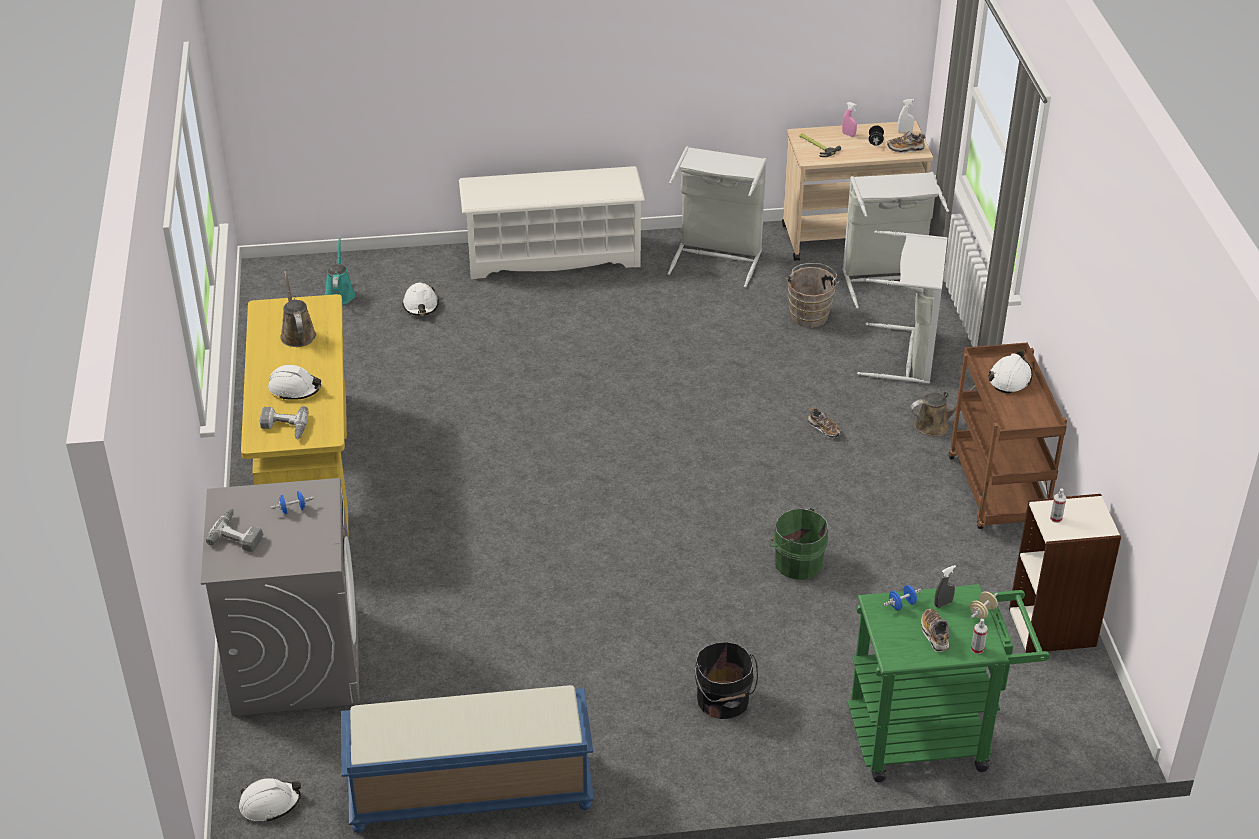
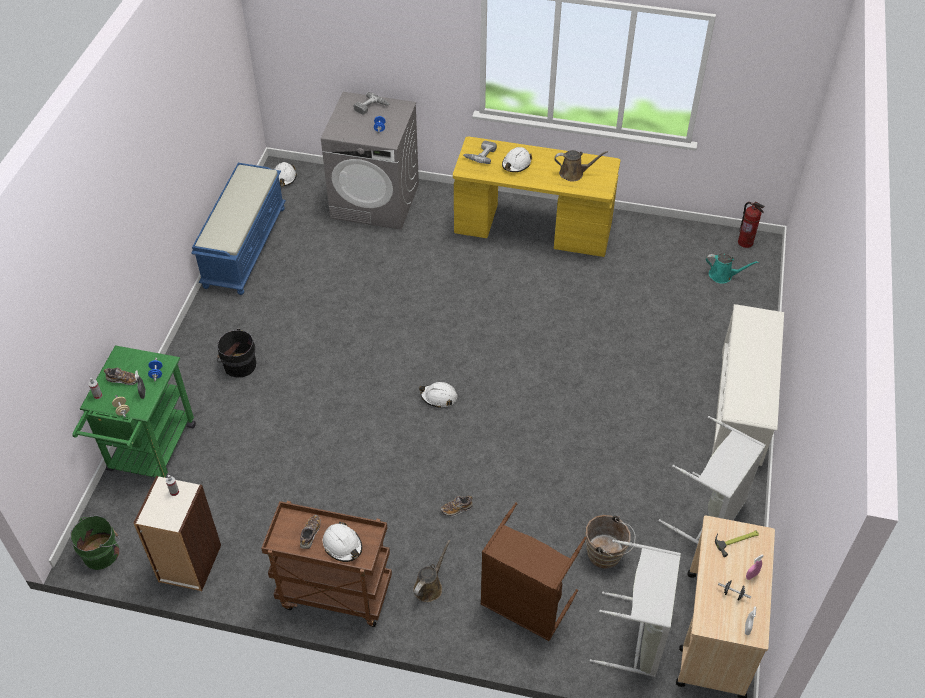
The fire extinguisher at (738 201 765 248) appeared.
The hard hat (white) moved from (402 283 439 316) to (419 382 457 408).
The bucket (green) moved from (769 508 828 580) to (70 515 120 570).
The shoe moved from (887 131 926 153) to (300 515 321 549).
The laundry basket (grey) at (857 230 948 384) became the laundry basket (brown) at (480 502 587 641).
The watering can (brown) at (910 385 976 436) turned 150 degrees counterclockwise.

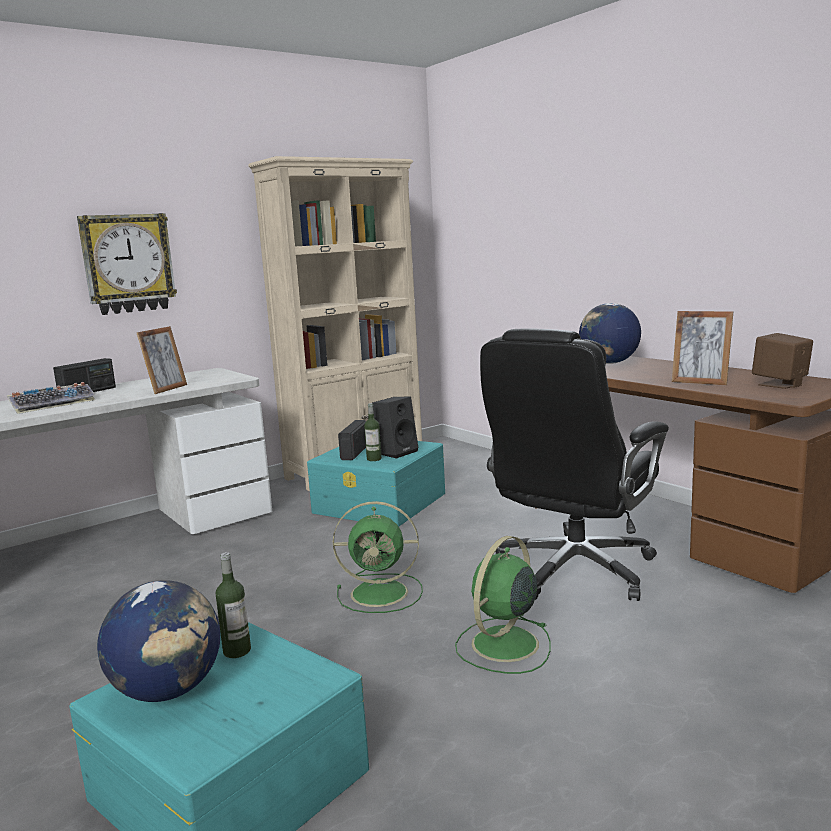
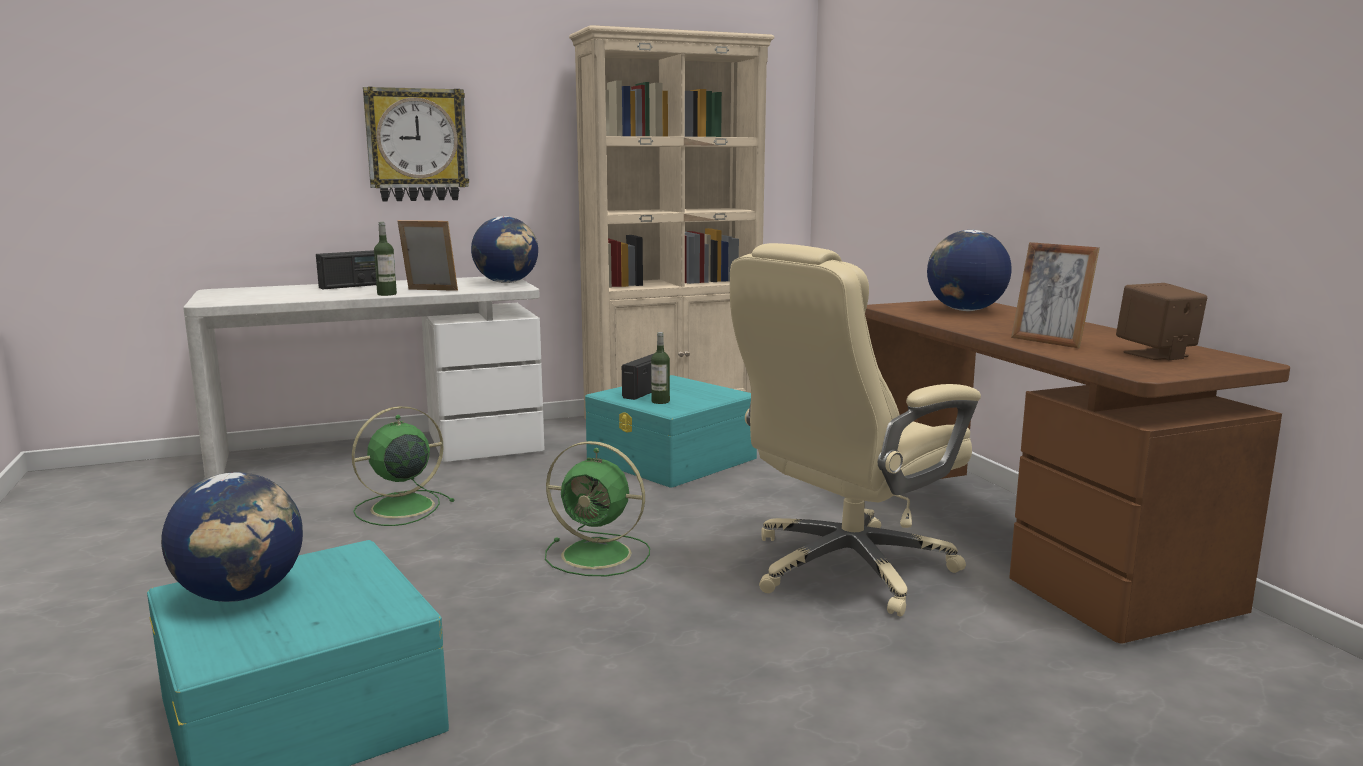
The keyboard at (7 382 95 414) disappeared.
The speaker (black) at (372 397 418 459) disappeared.
The globe at (471 216 538 283) appeared.
The bottle moved from (216 552 251 658) to (374 222 397 296).
The fan (green) moved from (455 536 551 674) to (352 406 455 526).
The office chair (black) at (480 329 669 601) became the office chair (beige) at (730 243 981 617).
The picture frame at (137 326 187 394) turned 120 degrees counterclockwise.

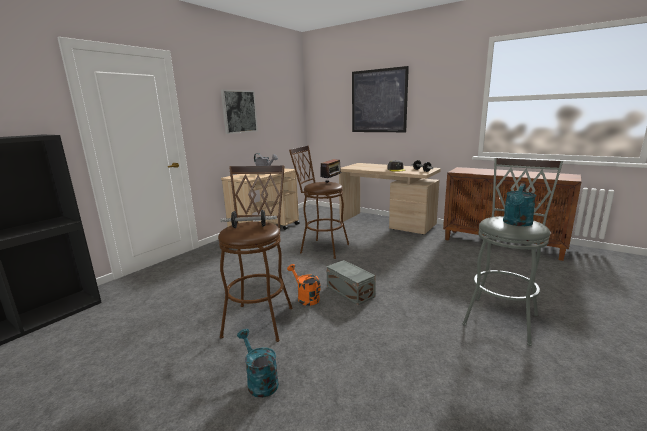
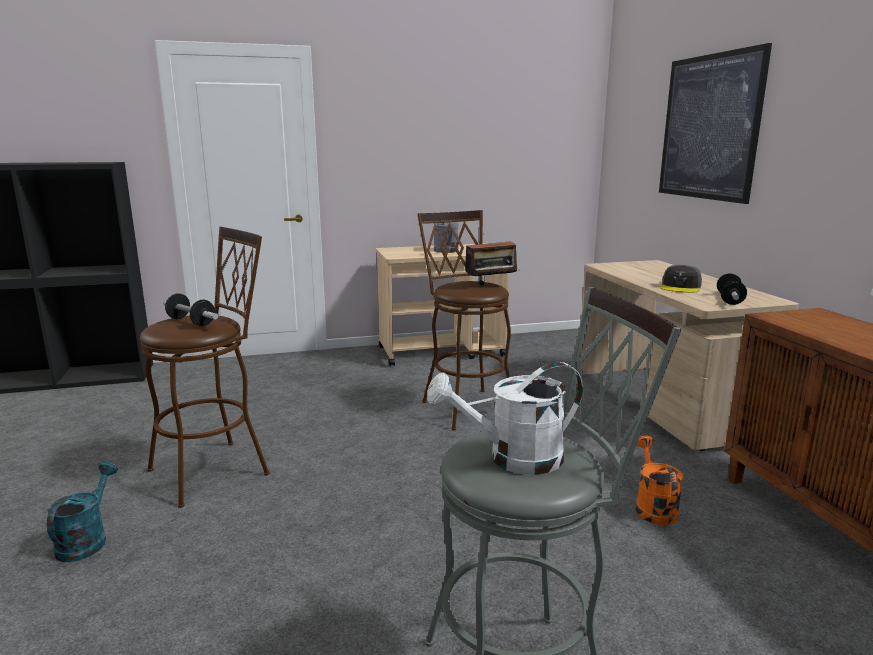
The picture at (221 90 258 134) disappeared.
The storage box (grey) at (326 260 376 305) disappeared.
The watering can (orange) moved from (287 264 321 306) to (636 436 683 525).
The watering can (turquoise) at (503 183 536 226) became the watering can (white) at (427 362 583 475).

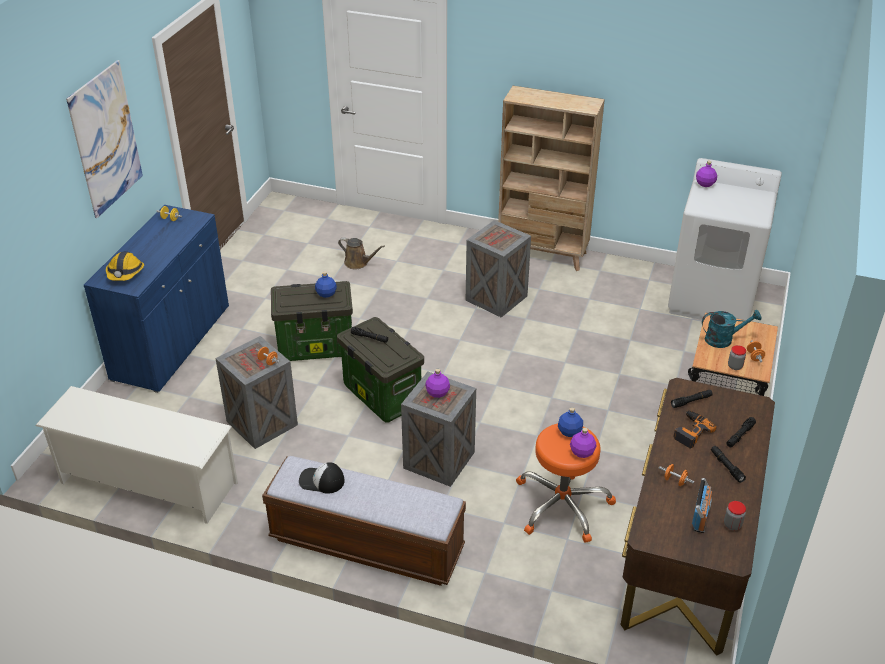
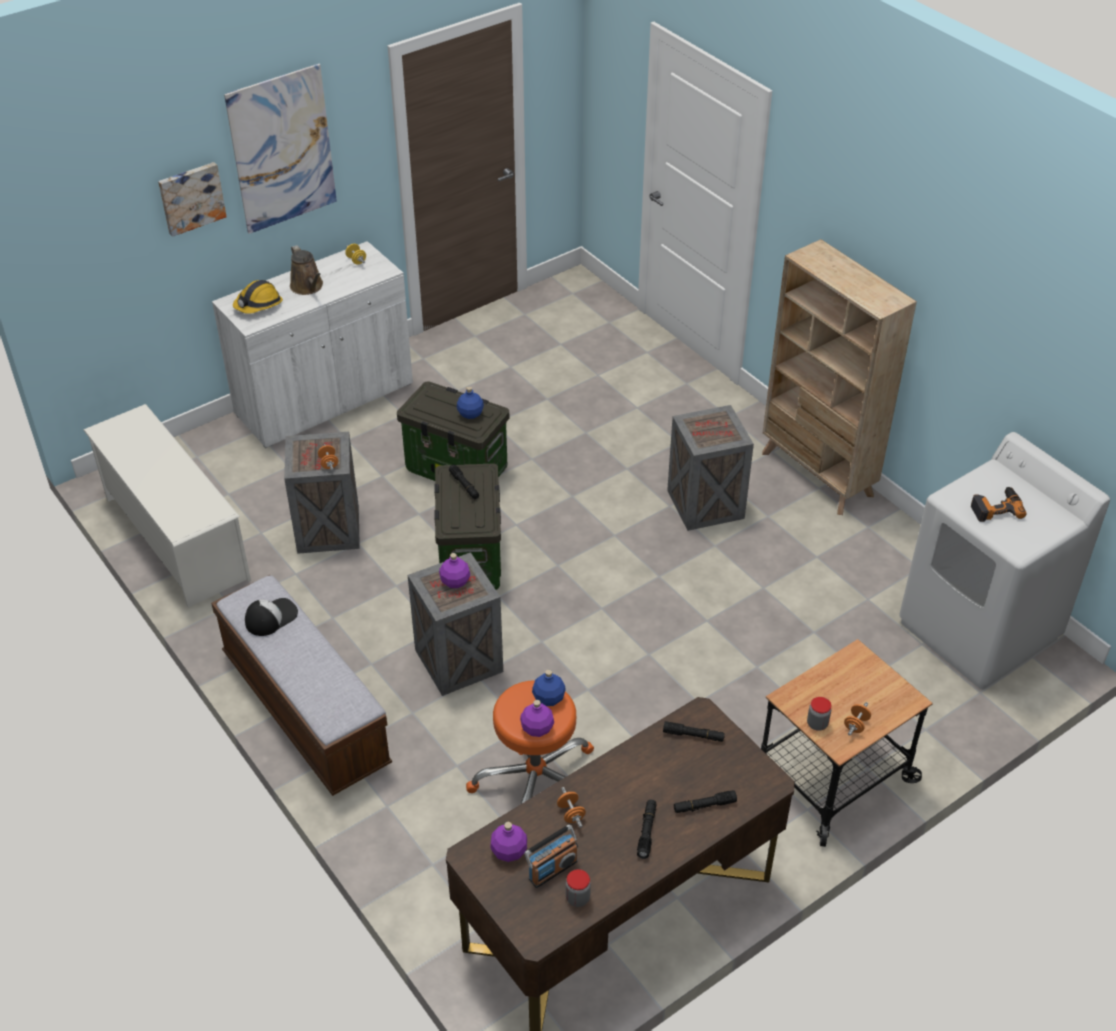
The watering can (turquoise) at (702 310 762 348) disappeared.
The picture at (158 162 227 237) appeared.
The watering can (brown) moved from (338 237 385 269) to (290 245 323 295).
The power drill moved from (673 411 717 448) to (971 487 1027 522).
The bottle (purple) moved from (696 161 717 187) to (490 822 527 862).
The cabinet (blue) at (84 205 229 393) became the cabinet (white) at (212 241 413 448).
The cap at (299 462 345 494) turned 90 degrees clockwise.

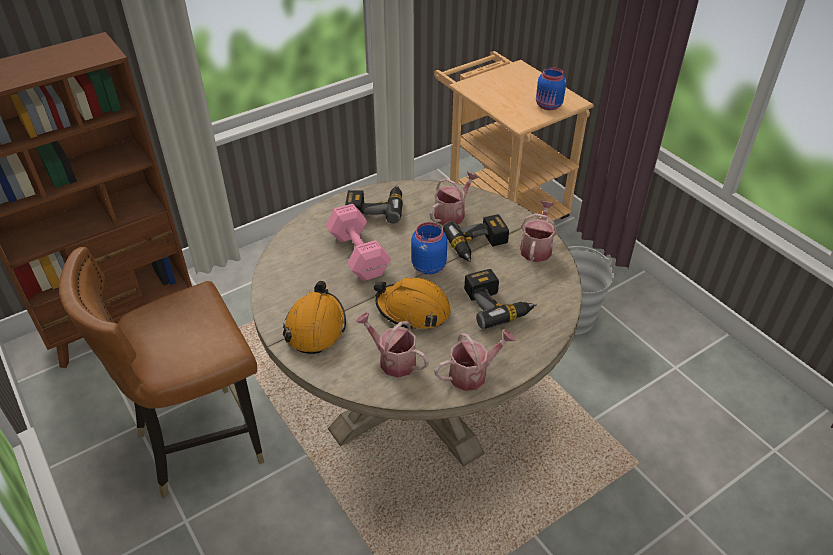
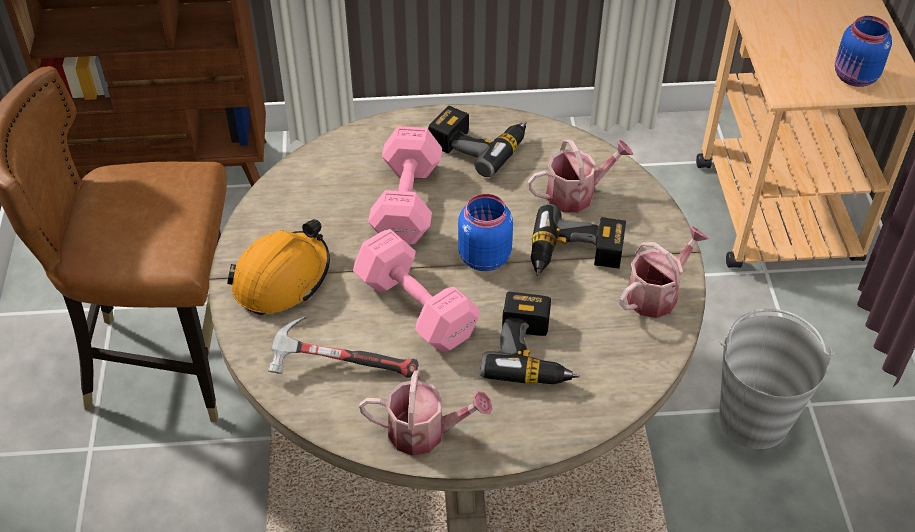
The watering can at (355 312 429 377) was replaced by the hammer at (268 316 418 378).
The hard hat (orange) at (374 277 451 329) was replaced by the dumbbell (pink) at (353 229 480 352).

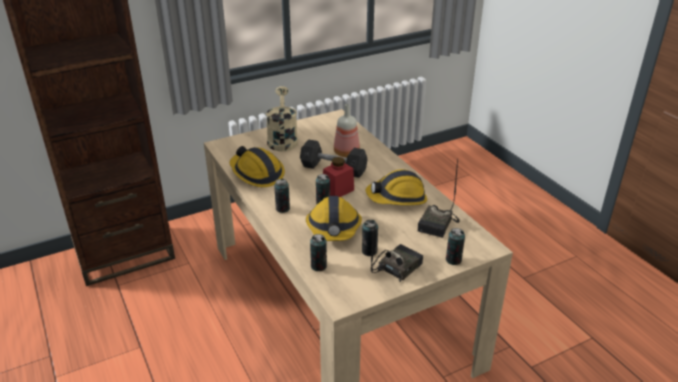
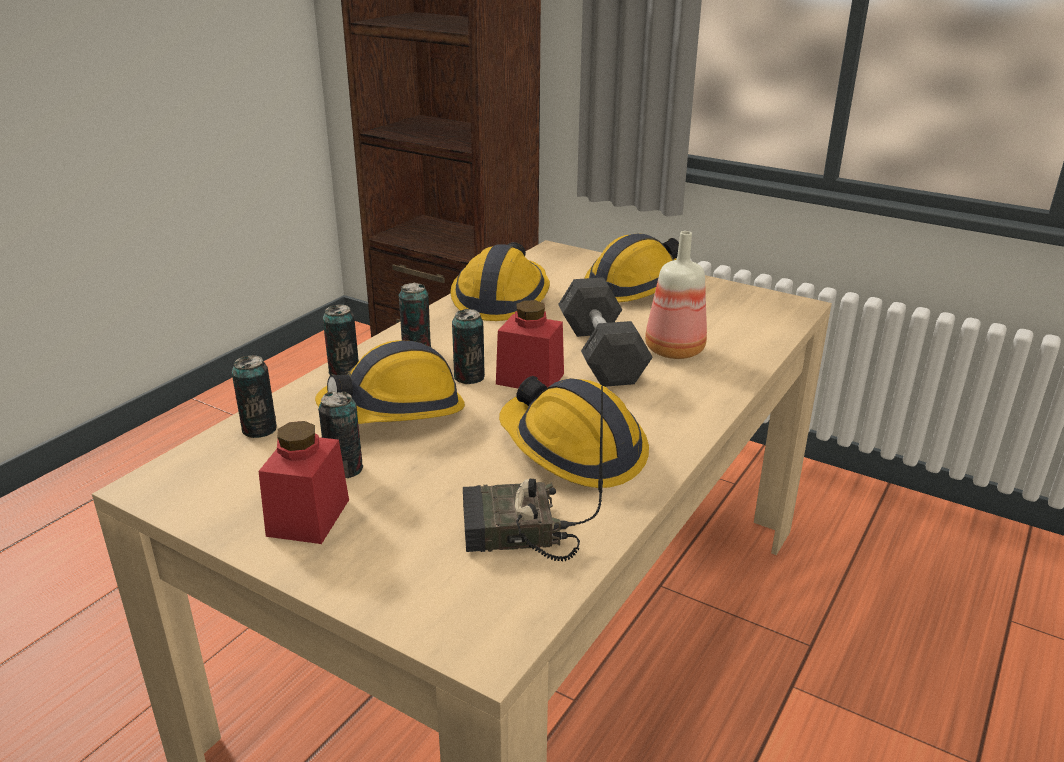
The can moved from (446 228 465 265) to (323 304 359 375).
The watering can (beige) at (266 86 298 151) was replaced by the hard hat at (584 233 679 303).
The radio at (371 227 423 282) was replaced by the jar (red) at (258 421 349 544).

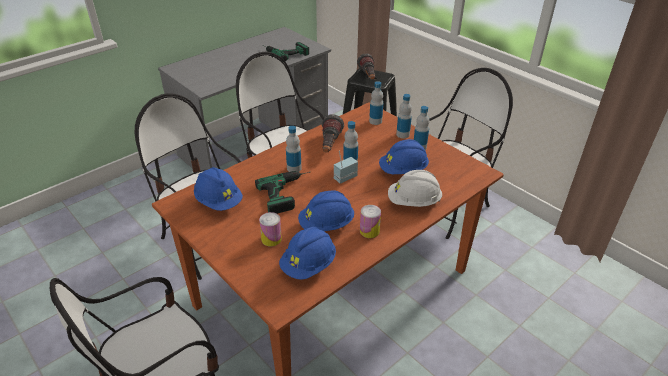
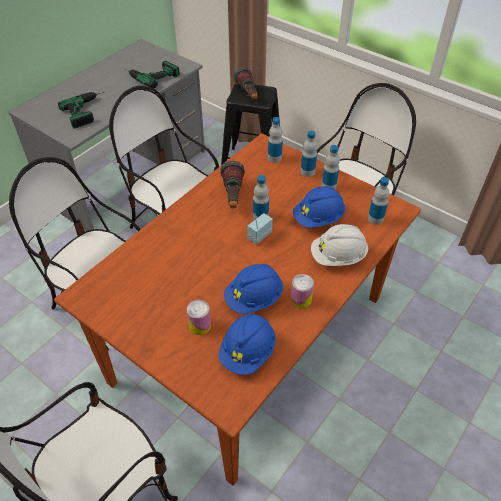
The hard hat (blue) at (194 167 243 211) disappeared.
The power drill moved from (255 171 310 214) to (58 92 104 129).
The bottle moved from (286 126 302 172) to (368 177 389 225).

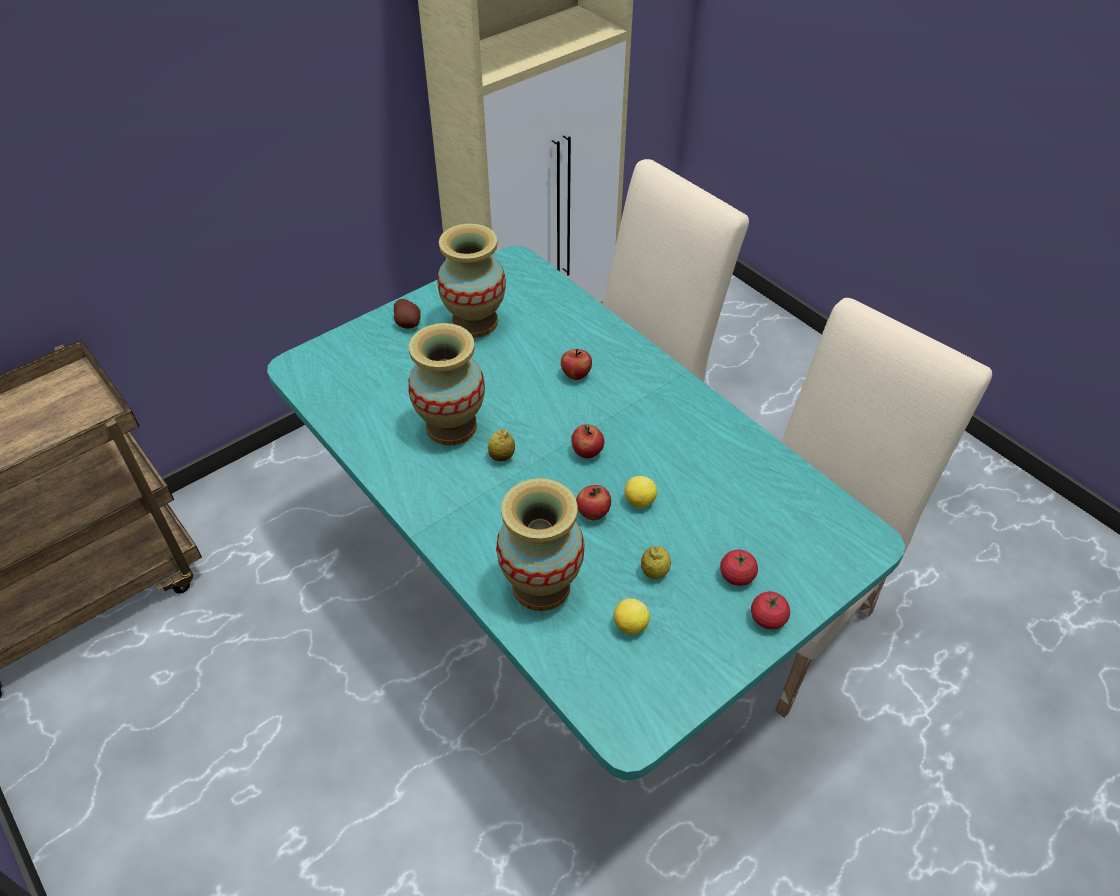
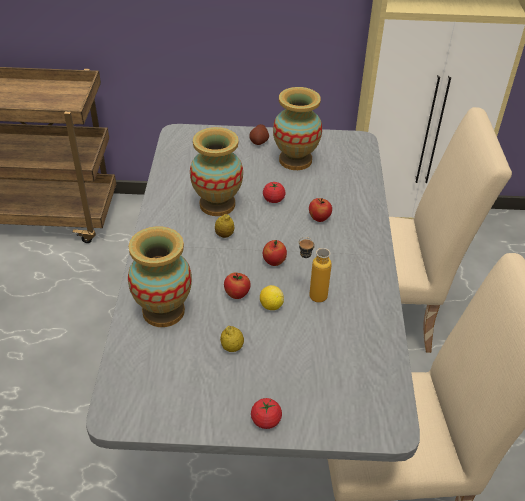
The lemon at (614 598 650 635) disappeared.
The bottle at (299 237 332 303) appeared.
The tomato moved from (720 550 758 586) to (263 182 286 203).
The dining table (turquoise) at (267 246 905 781) became the dining table (grey) at (86 124 420 462).

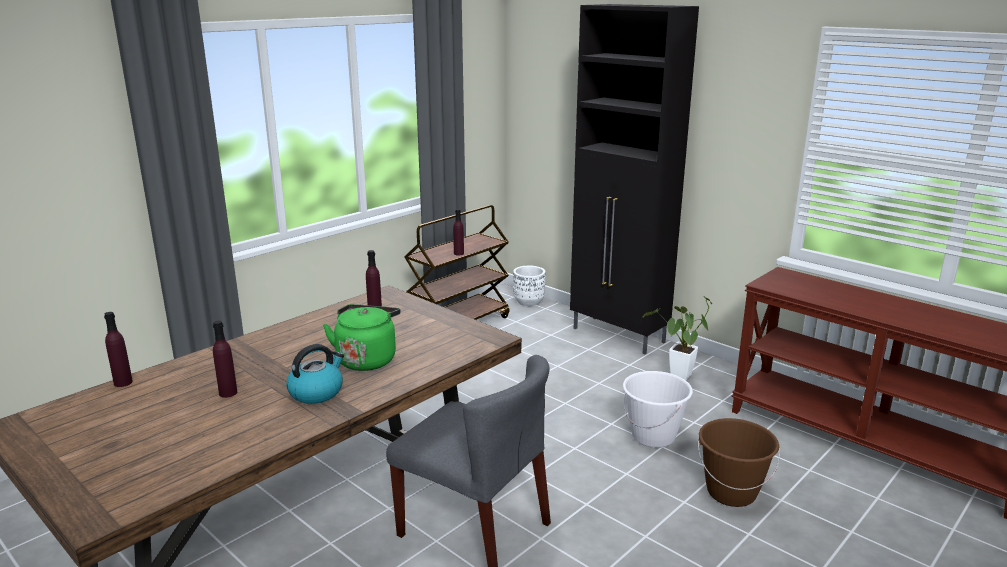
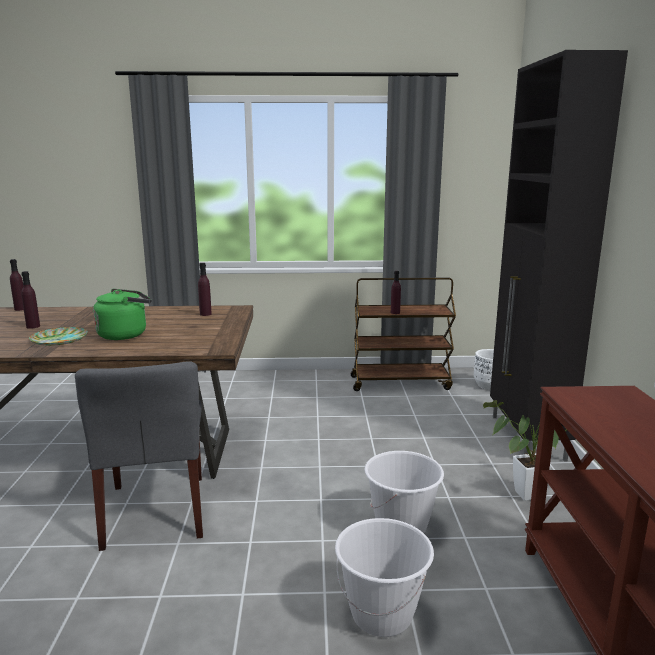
The kettle at (286 344 344 404) was replaced by the plate at (29 327 88 346).
The bucket (brown) at (698 418 780 507) became the bucket (white) at (335 518 434 637).

